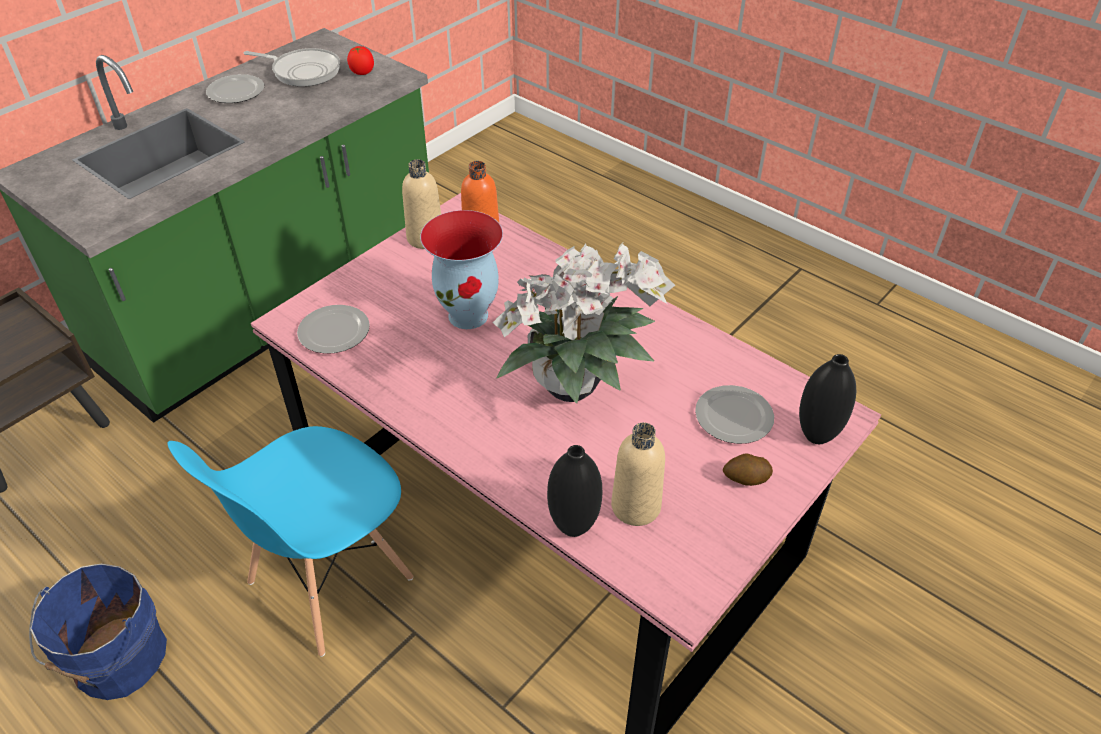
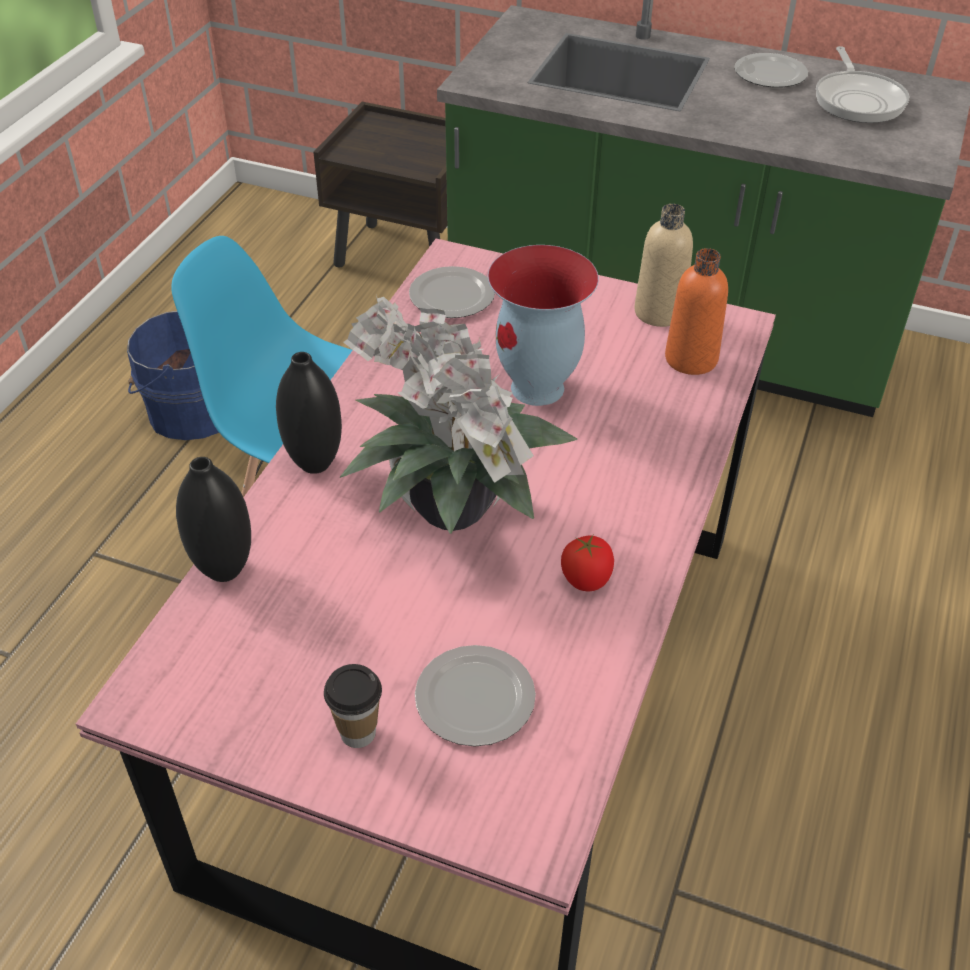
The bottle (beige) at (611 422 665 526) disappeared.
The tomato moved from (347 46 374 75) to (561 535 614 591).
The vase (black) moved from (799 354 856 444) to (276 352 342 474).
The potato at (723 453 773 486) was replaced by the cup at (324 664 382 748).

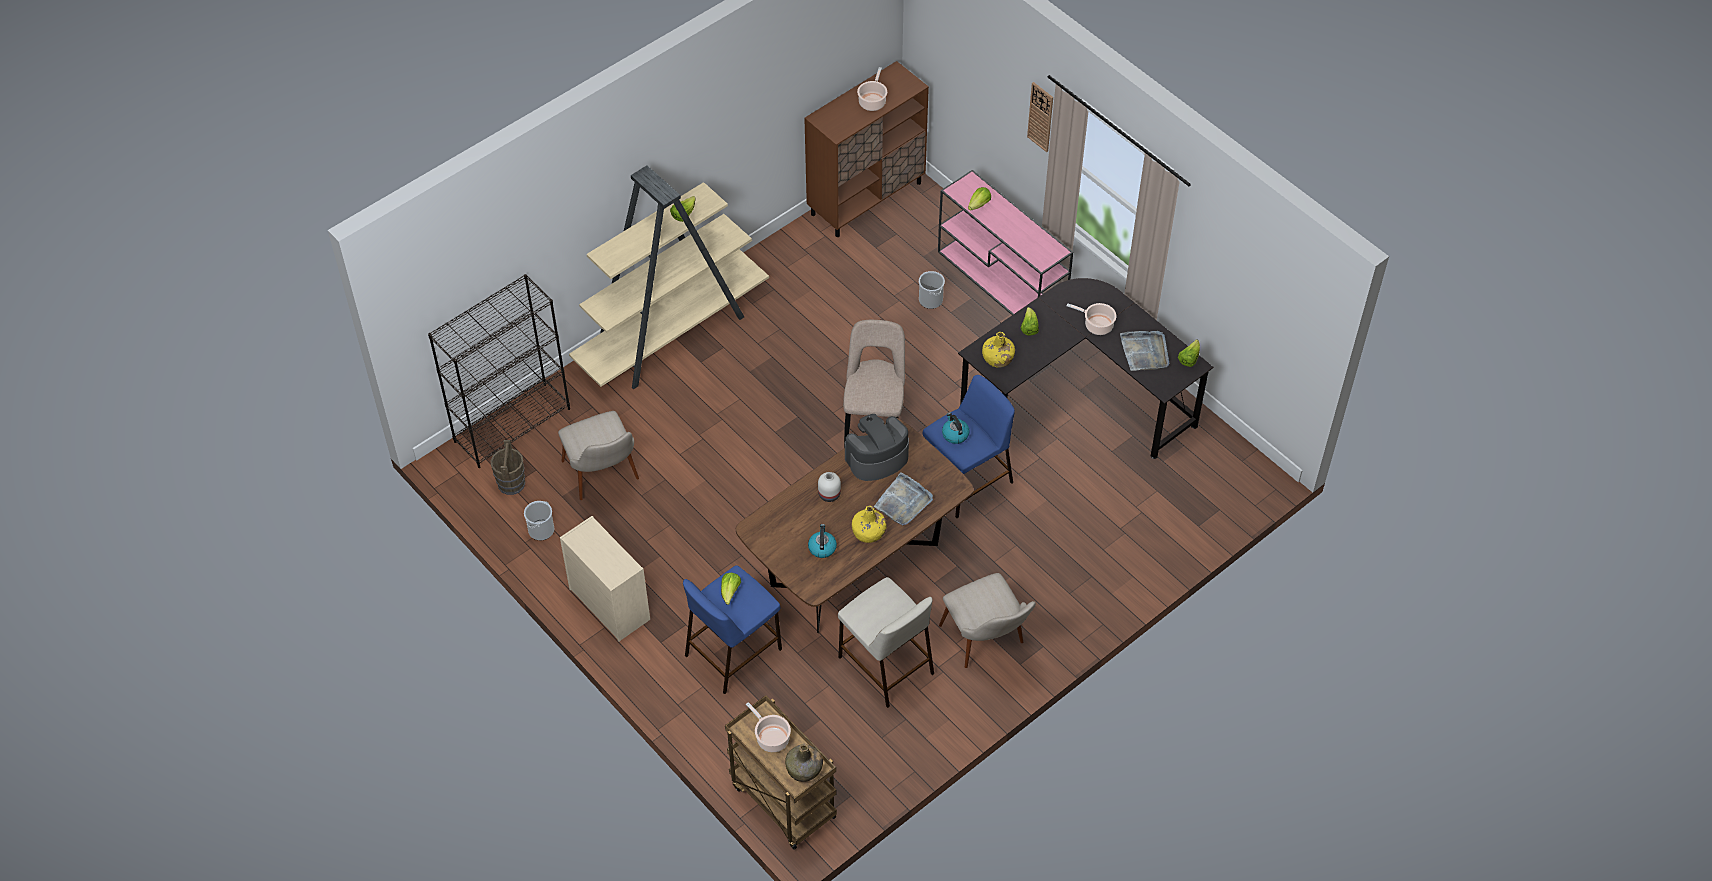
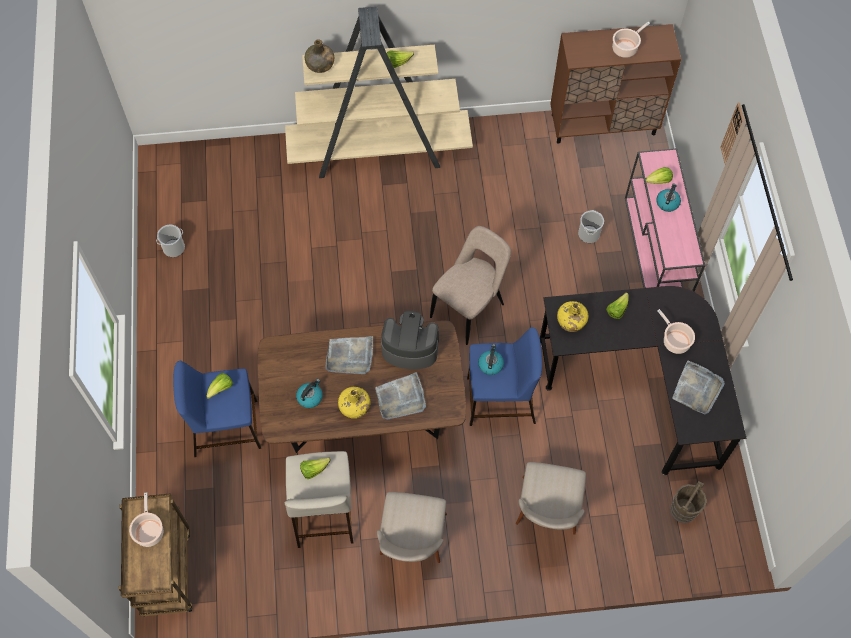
The bookcase (black) at (428 274 570 468) disappeared.
The dresser (beige) at (560 516 650 641) disappeared.
The kettle at (656 183 681 212) appeared.
The bucket (brown) moved from (490 440 525 495) to (670 481 707 523).
The chair (beige) moved from (558 411 639 500) to (516 462 586 535).
The bottle (green) moved from (785 744 823 782) to (305 39 334 73).
The lettuce moved from (1178 339 1200 367) to (300 457 331 479).
The vase (white) at (818 472 841 502) was replaced by the tray (grey) at (325 336 373 374).

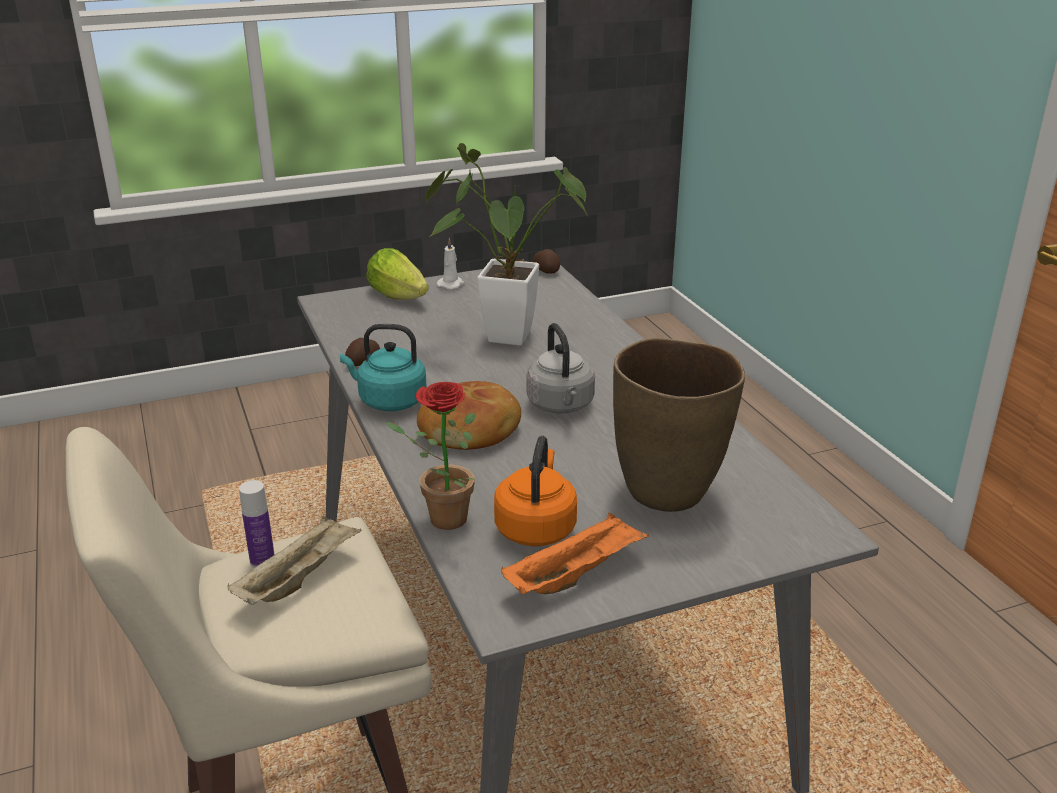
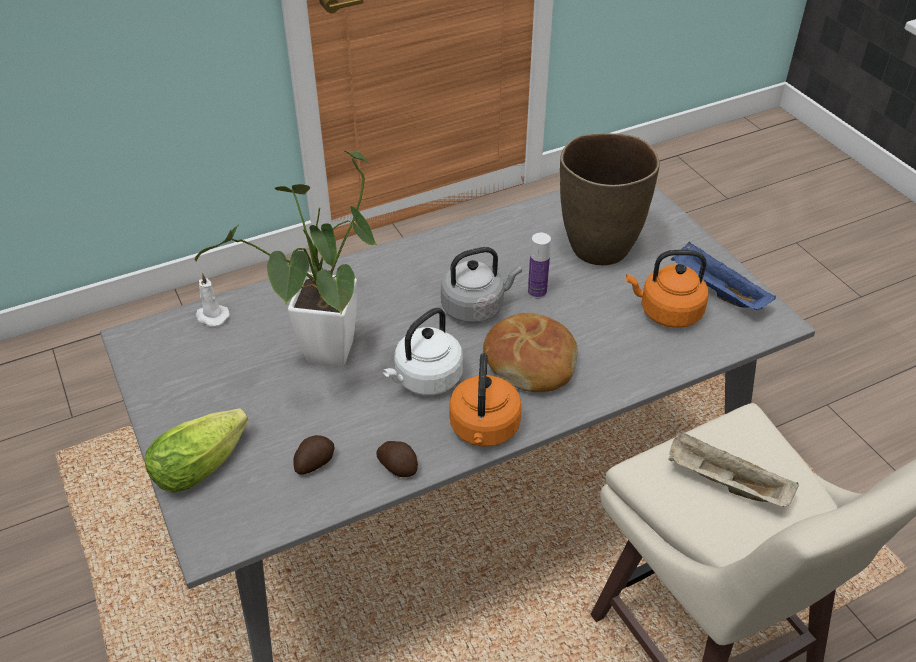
The potted plant at (386 382 476 530) disappeared.
The kettle (white) at (383 308 463 395) appeared.
The bottle moved from (239 480 275 568) to (528 233 551 299).
The candle (white) moved from (437 238 465 289) to (196 273 230 327).
The potato moved from (532 249 560 274) to (293 435 334 474).
The kettle (turquoise) at (340 324 427 411) became the kettle (orange) at (449 353 522 447).
The tray (orange) at (501 512 649 594) became the tray (blue) at (671 242 776 310).

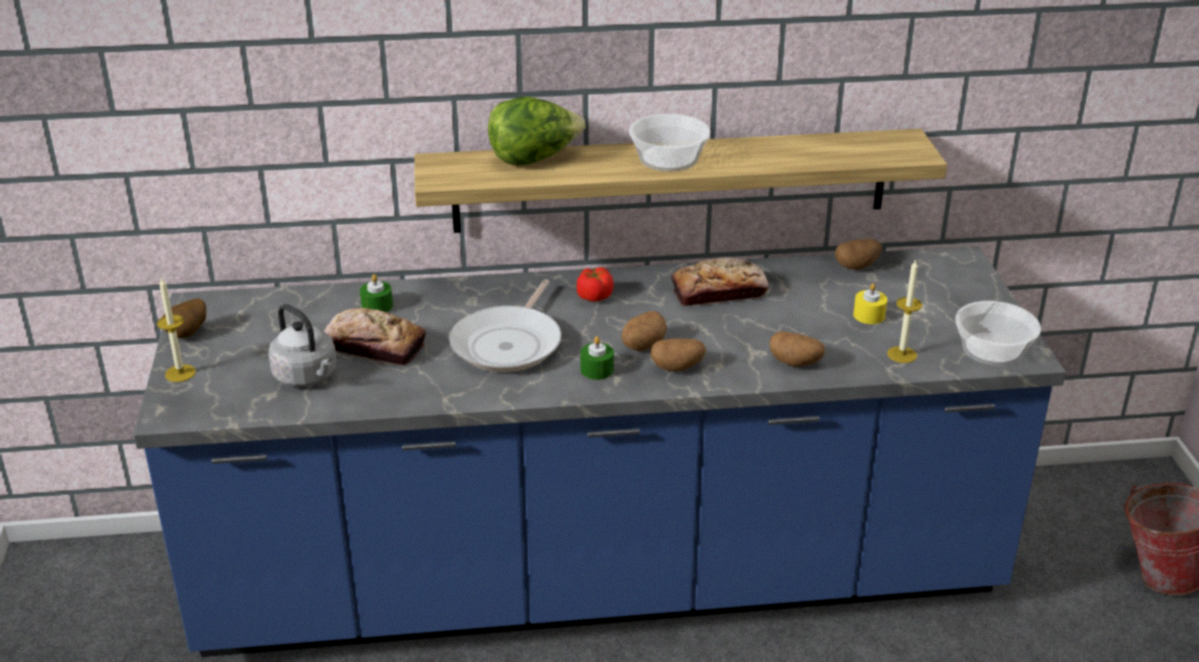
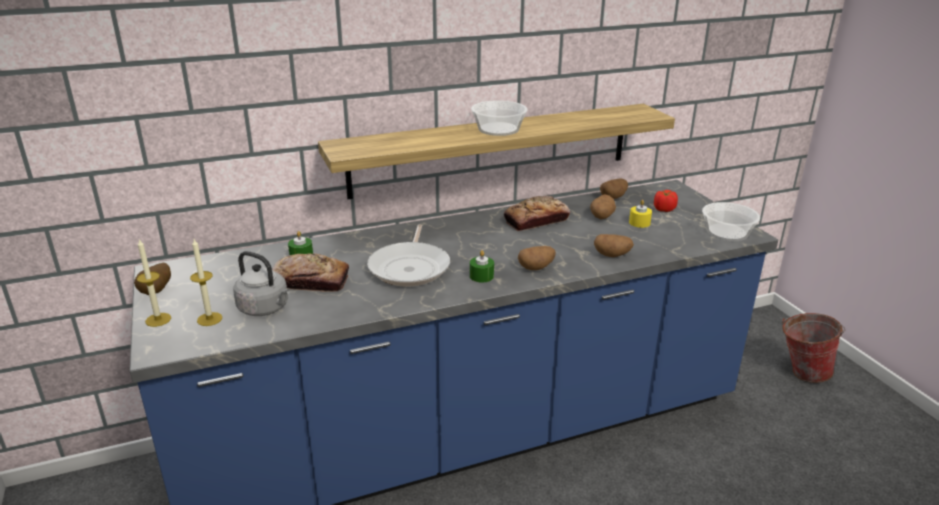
The lettuce at (488 97 586 166) disappeared.
The tomato moved from (577 267 614 302) to (654 190 678 212).
The potato moved from (621 311 667 351) to (590 195 616 219).
The candle moved from (887 259 922 363) to (190 239 222 326).

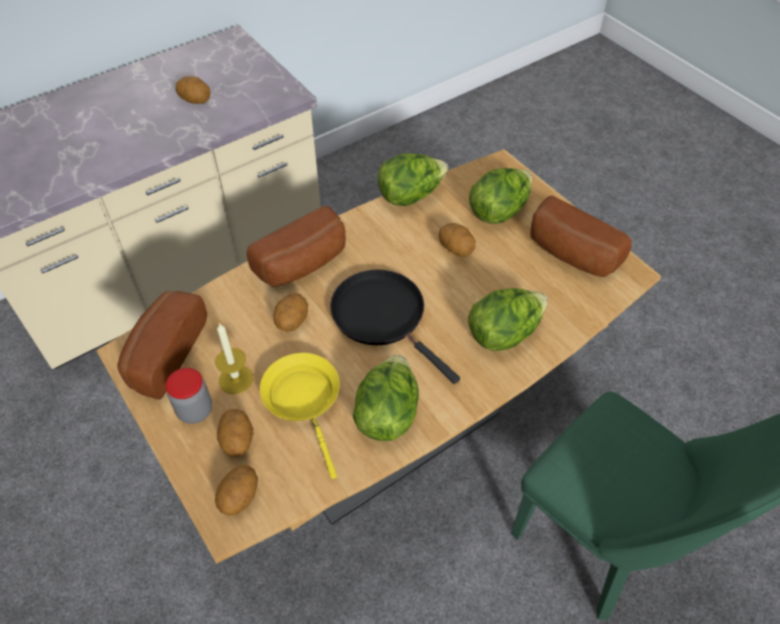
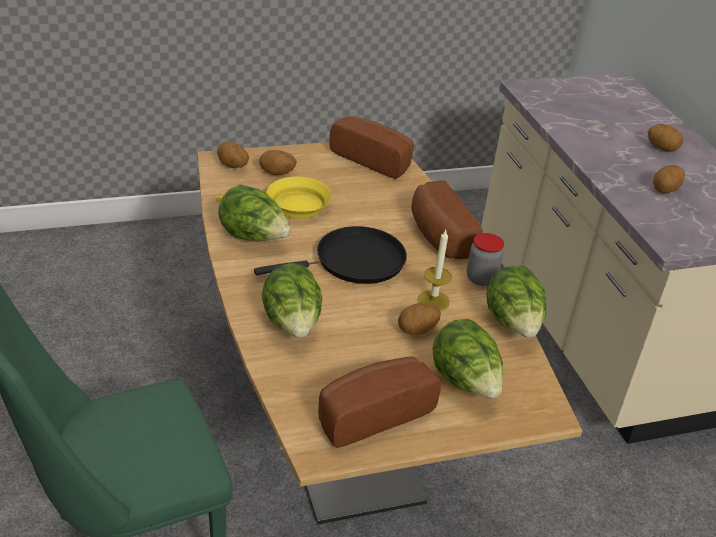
The jar moved from (166 368 212 424) to (467 233 504 286).
The candle moved from (215 323 253 394) to (418 230 452 311).
The potato moved from (273 293 308 332) to (647 124 683 152).

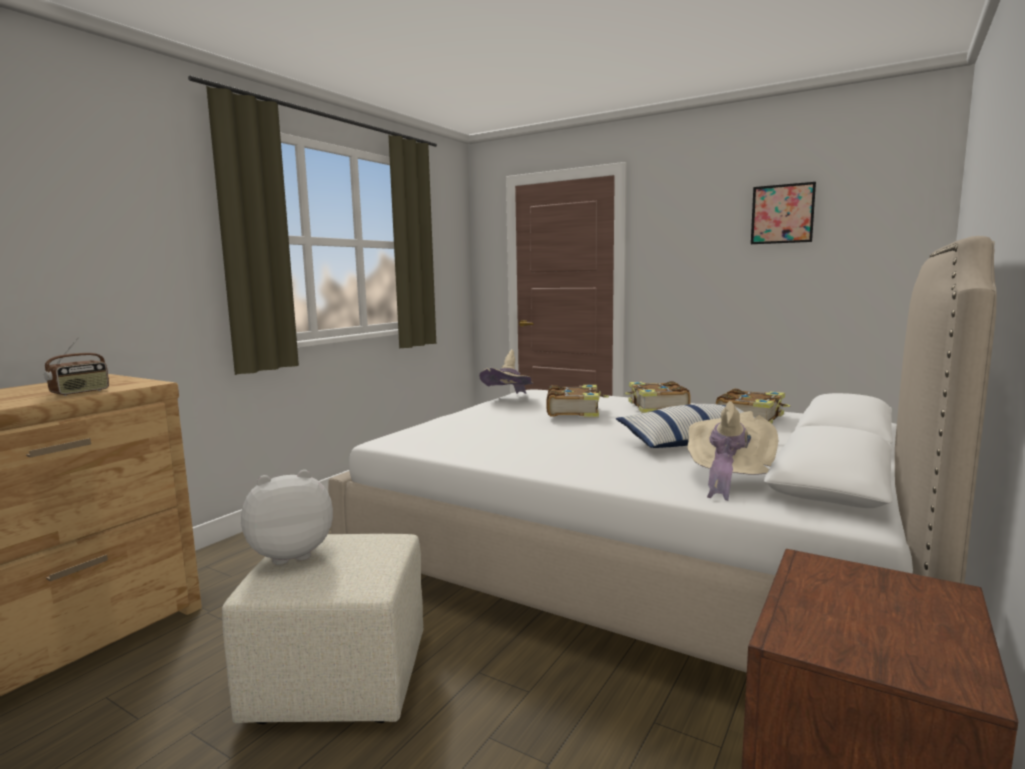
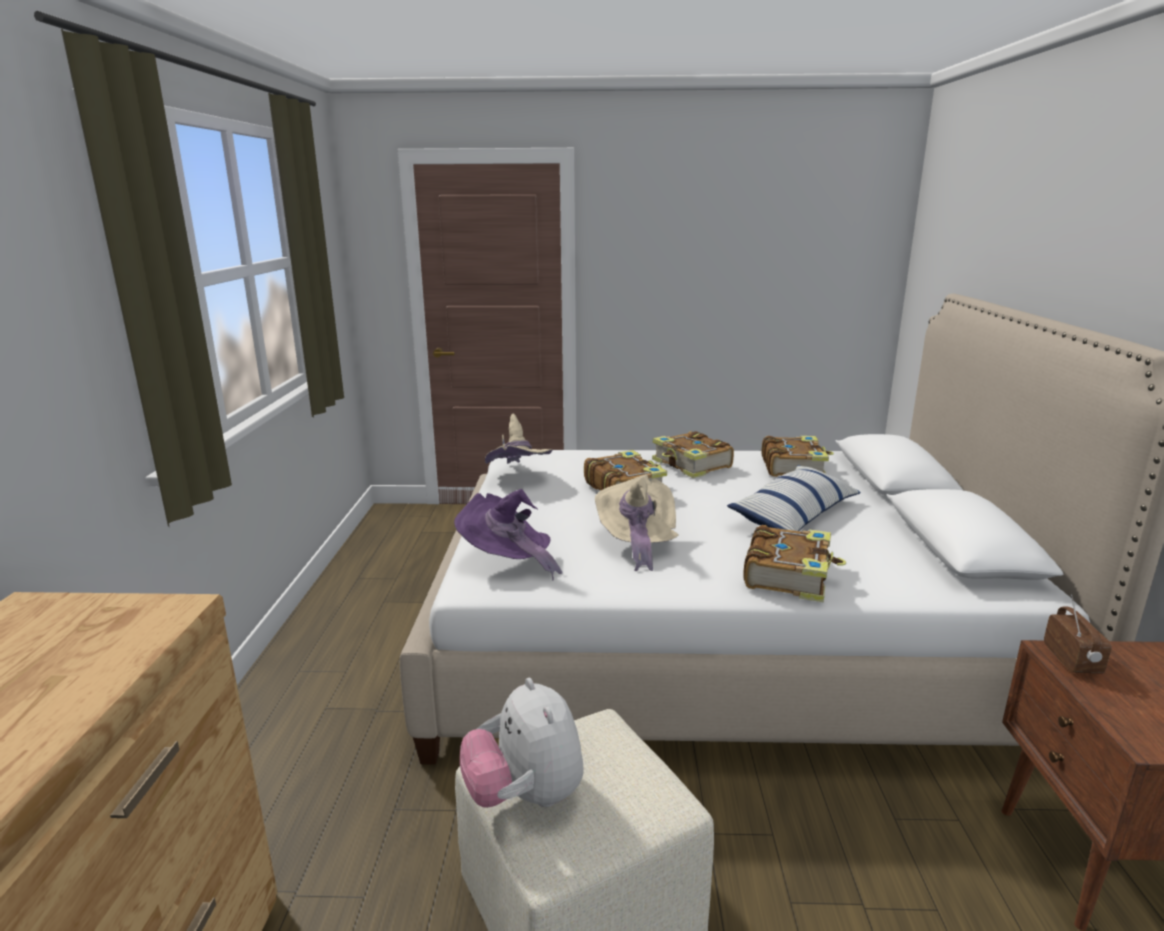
The picture at (751 182 816 244) disappeared.
The hat (purple) at (454 489 563 581) appeared.
The book at (743 525 846 602) appeared.
The radio moved from (44 337 109 396) to (1044 594 1111 674).
The hat (beige) moved from (687 401 778 501) to (595 475 679 571).
The plush toy at (241 470 333 565) turned 60 degrees counterclockwise.

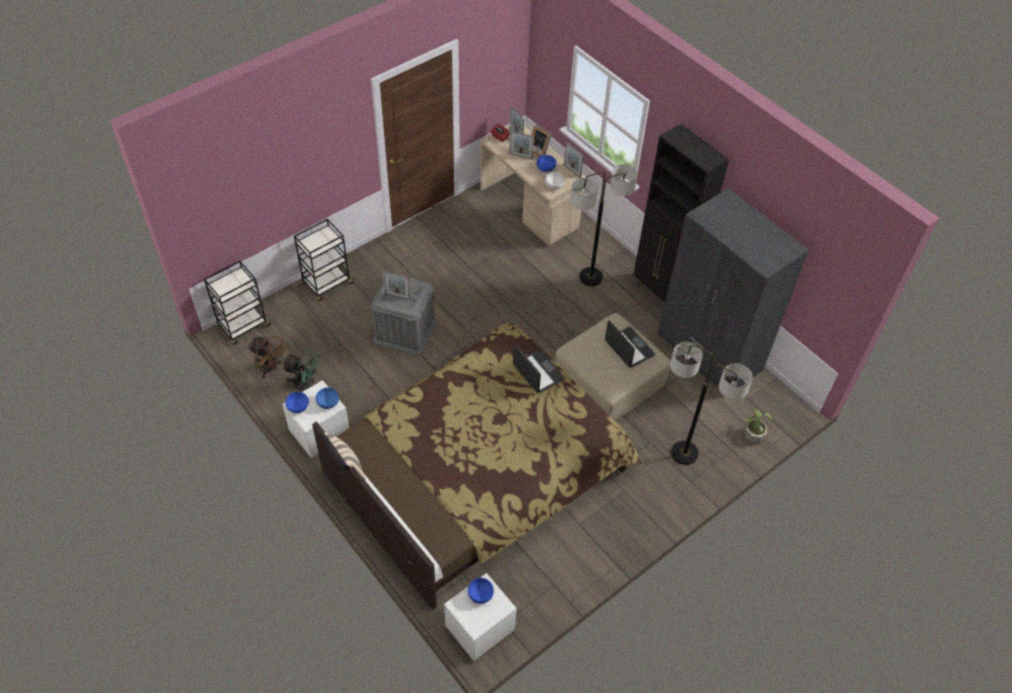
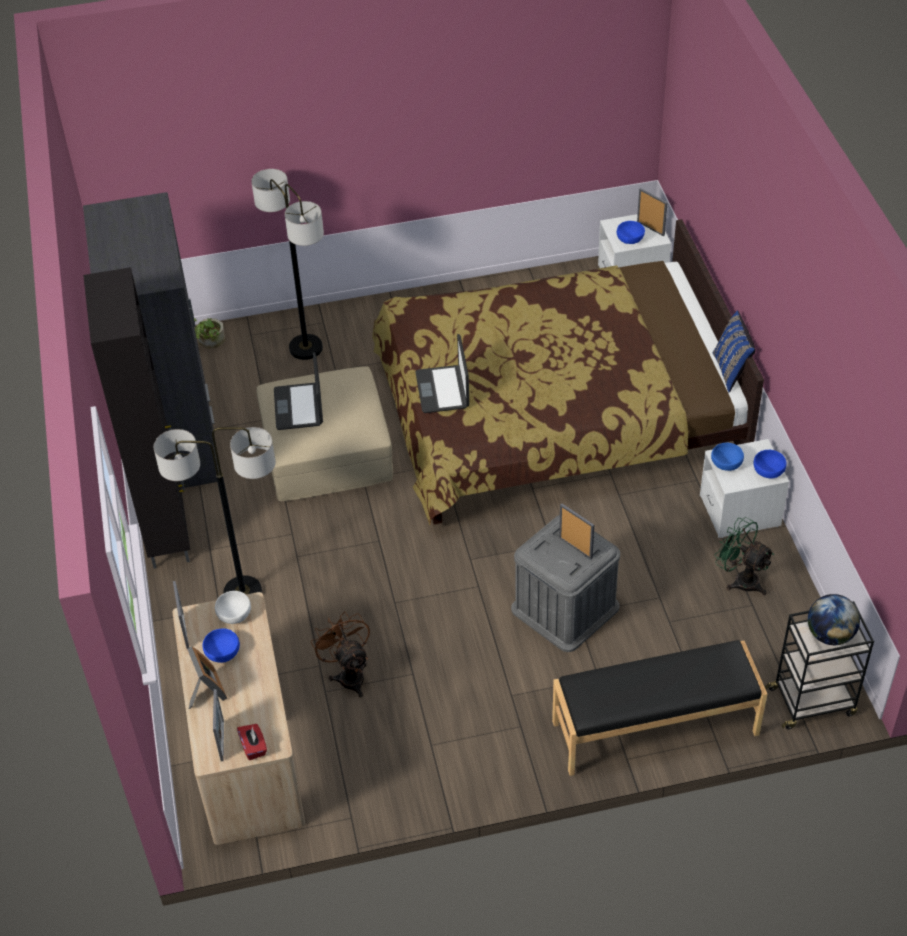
The globe at (808 594 860 645) appeared.
The fan (brown) moved from (248 336 287 379) to (311 611 370 698).
The picture frame moved from (509 131 534 159) to (637 188 668 236).
The cart (black) at (294 219 354 301) was replaced by the bench (black) at (552 640 767 776).
The pillow (beige) at (323 432 365 480) became the pillow (blue) at (713 311 756 393).

